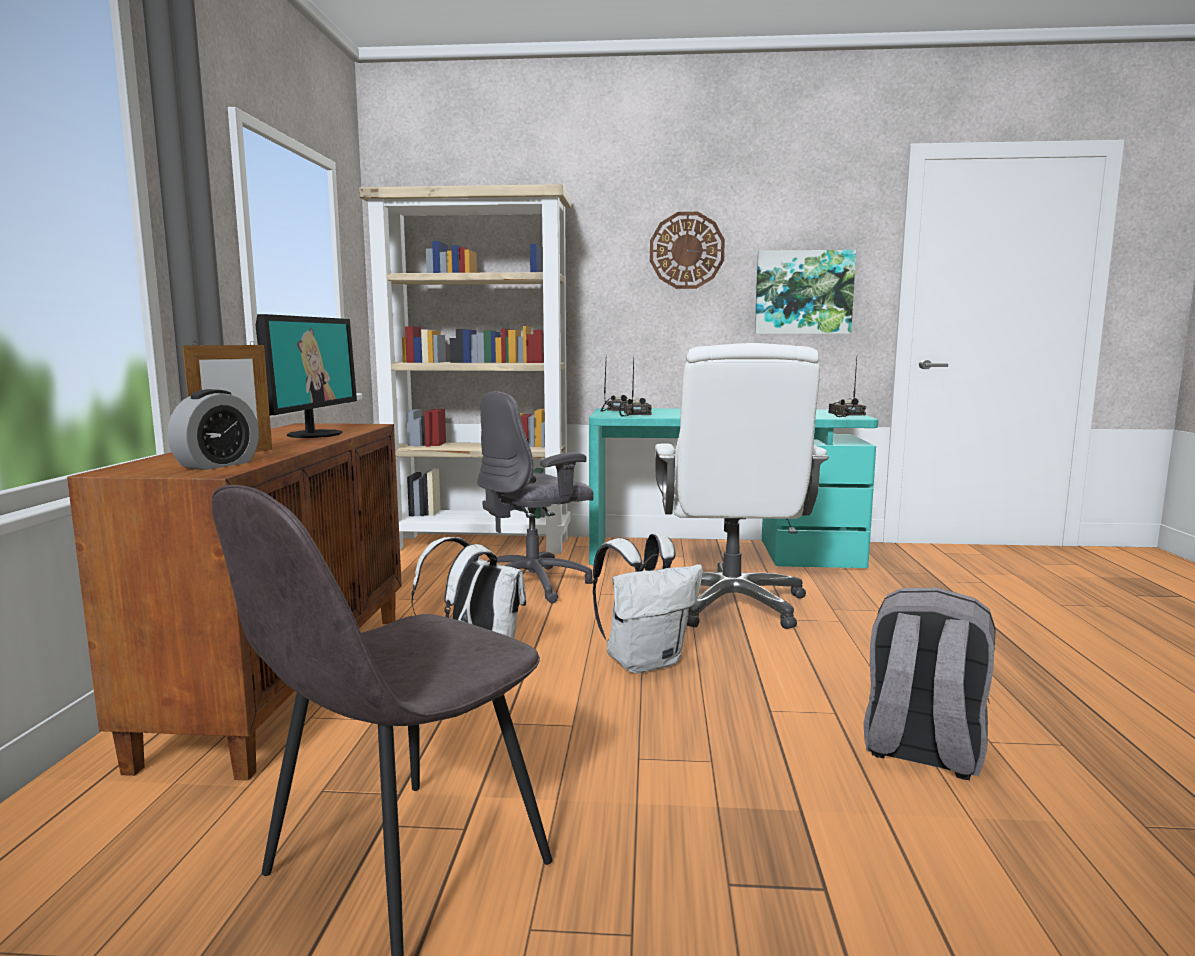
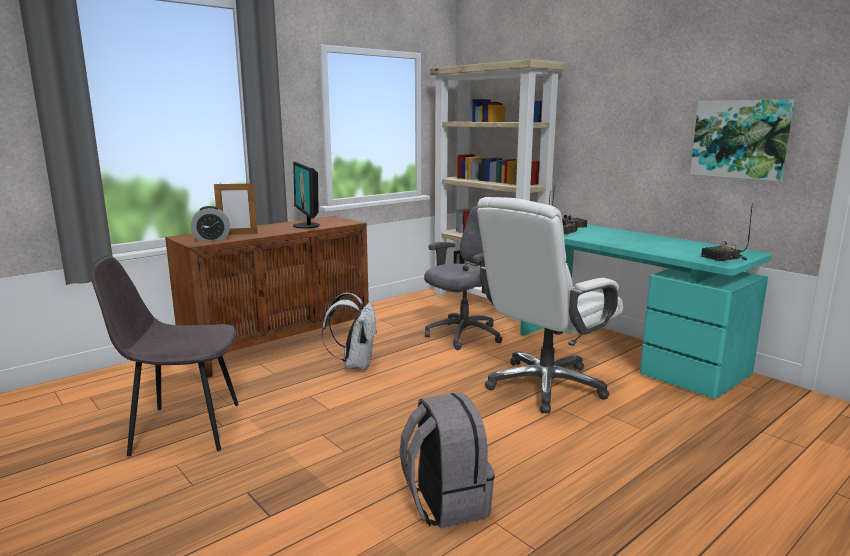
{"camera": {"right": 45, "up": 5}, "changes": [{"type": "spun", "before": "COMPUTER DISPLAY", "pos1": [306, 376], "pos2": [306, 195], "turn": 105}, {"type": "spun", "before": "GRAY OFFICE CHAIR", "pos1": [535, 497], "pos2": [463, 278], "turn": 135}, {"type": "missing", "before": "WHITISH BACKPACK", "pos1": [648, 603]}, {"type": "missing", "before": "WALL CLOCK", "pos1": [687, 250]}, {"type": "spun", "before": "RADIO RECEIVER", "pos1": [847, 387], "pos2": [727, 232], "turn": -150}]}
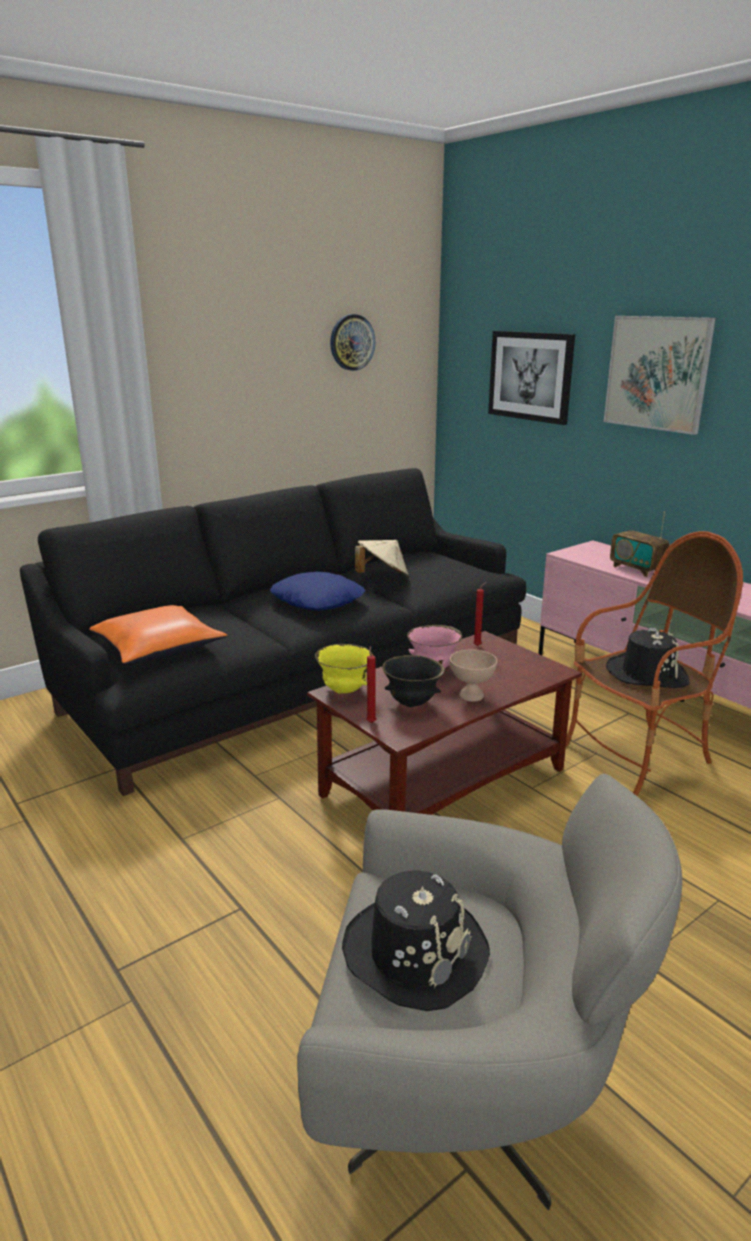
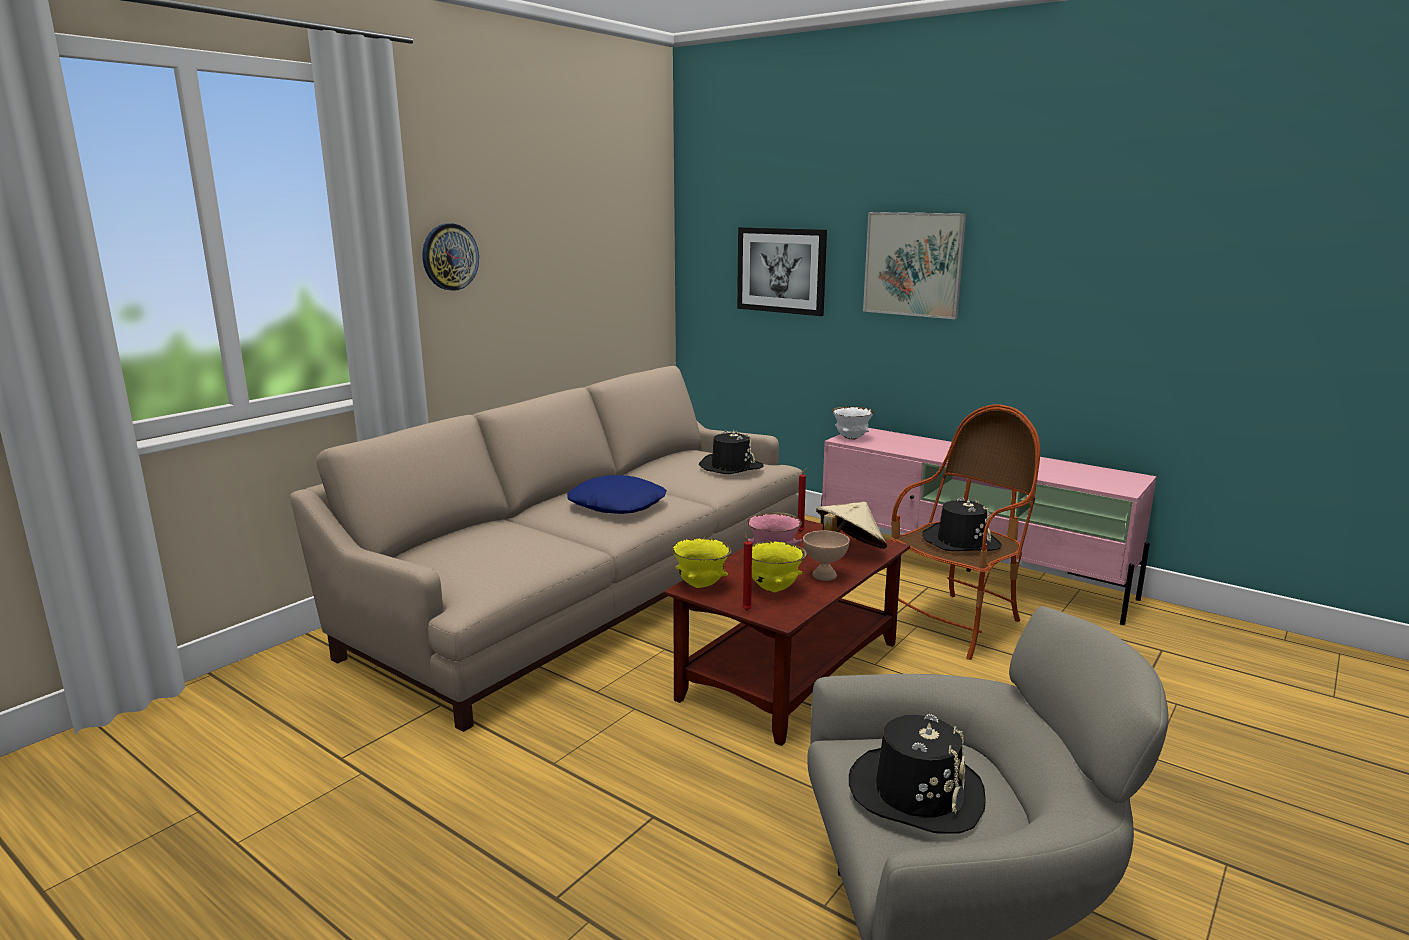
{"camera": {"right": -15, "up": -5}, "changes": [{"type": "colour", "before": "BLACK-COLOURED SETTEE", "after": "BEIGE SETTEE", "pos1": [273, 632], "pos2": [546, 549]}, {"type": "missing", "before": "ORANGE-COLOURED PILLOW", "pos1": [158, 634]}, {"type": "relocated", "before": "WALL CLOCK", "pos1": [352, 342], "pos2": [450, 257]}, {"type": "relocated", "before": "BEIGE WEARABLE HAT", "pos1": [382, 559], "pos2": [851, 525]}, {"type": "colour", "before": "BLACK-COLOURED DEEP DISH", "after": "YELLOW DEEP DISH", "pos1": [413, 681], "pos2": [779, 566]}, {"type": "missing", "before": "RADIO RECEIVER", "pos1": [640, 544]}, {"type": "appeared", "after": "BLACK-COLOURED WEARABLE HAT", "pos2": [731, 452]}, {"type": "appeared", "after": "WHITISH DEEP DISH", "pos2": [853, 423]}]}
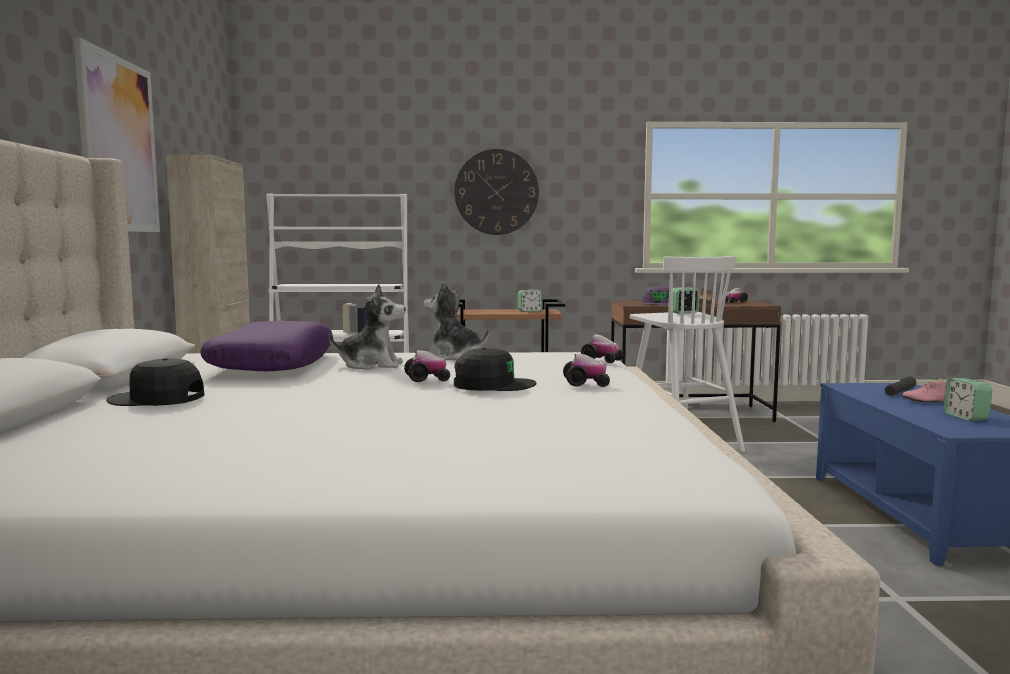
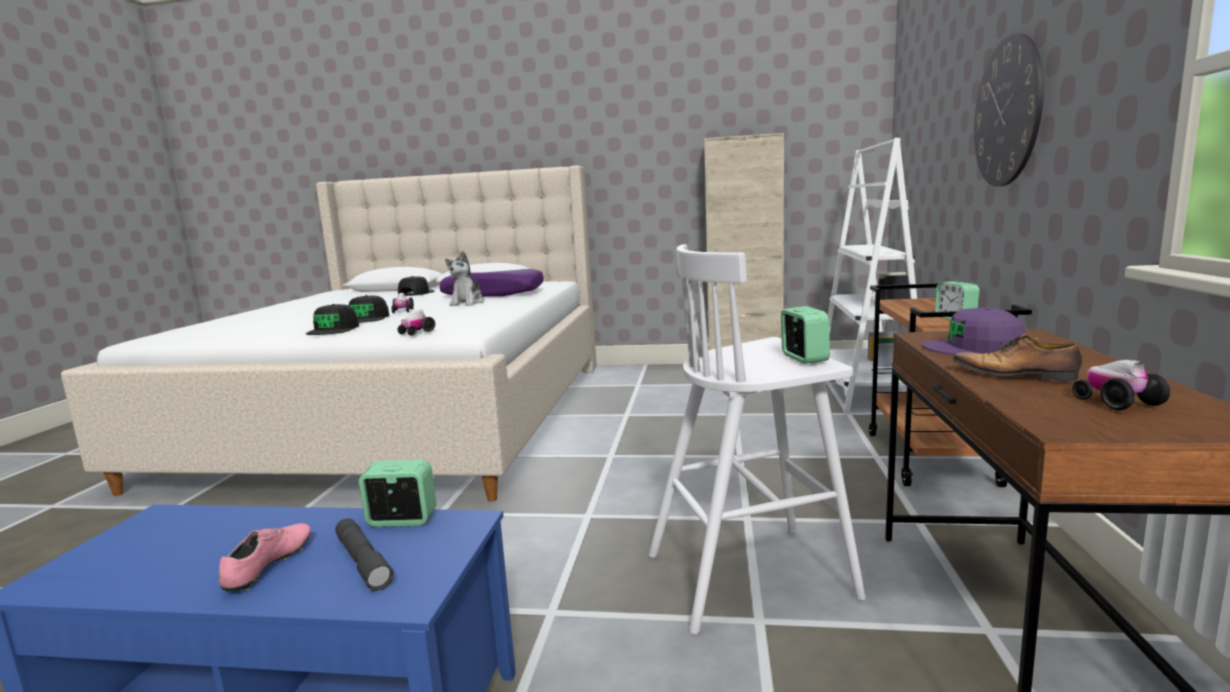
{"camera": {"right": 100, "up": 5}, "changes": [{"type": "missing", "before": "PICTURE", "pos1": [117, 134]}, {"type": "missing", "before": "SOFT TOY", "pos1": [456, 320]}, {"type": "exchanged", "before": "TOY CAR", "after": "BLACK-COLOURED PEAKED CAP", "pos1": [586, 370], "pos2": [332, 319]}, {"type": "relocated", "before": "TABLE CLOCK", "pos1": [967, 399], "pos2": [397, 493]}]}
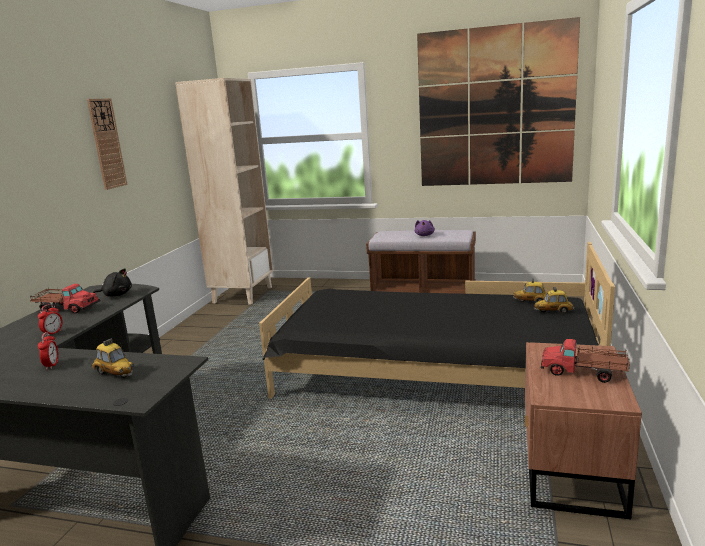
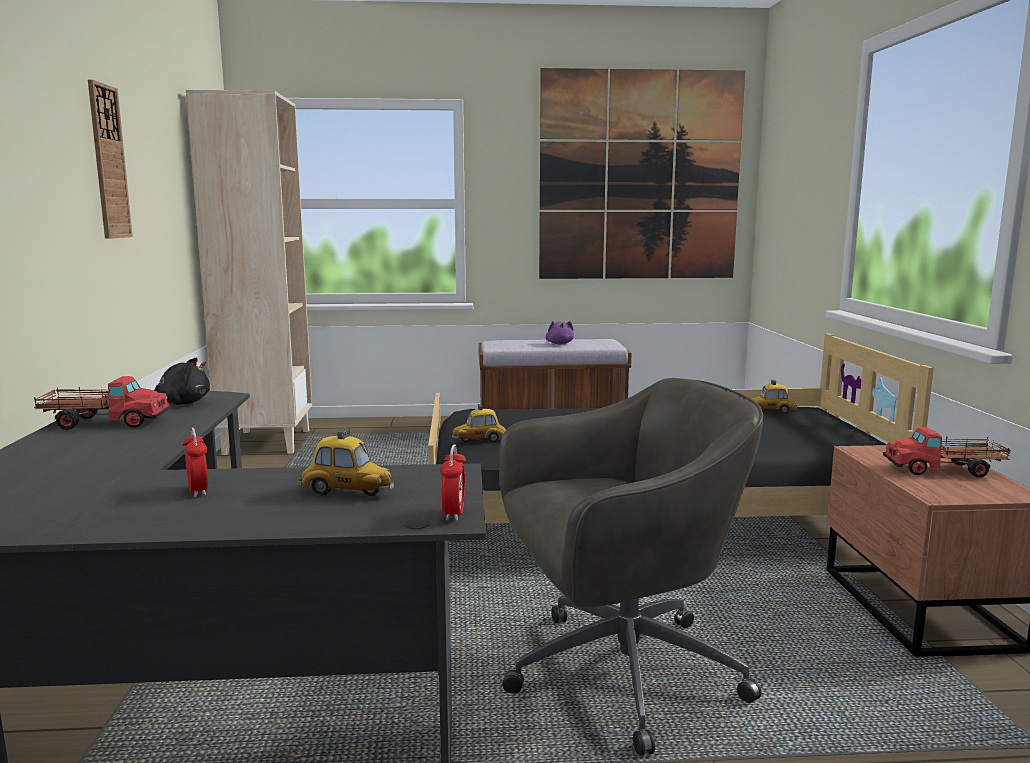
{"camera": {"right": -20, "up": -5}, "changes": [{"type": "relocated", "before": "TABLE CLOCK", "pos1": [50, 320], "pos2": [453, 482]}, {"type": "relocated", "before": "TOY CAR", "pos1": [554, 300], "pos2": [479, 423]}, {"type": "appeared", "after": "GRAY OFFICE CHAIR", "pos2": [631, 567]}]}
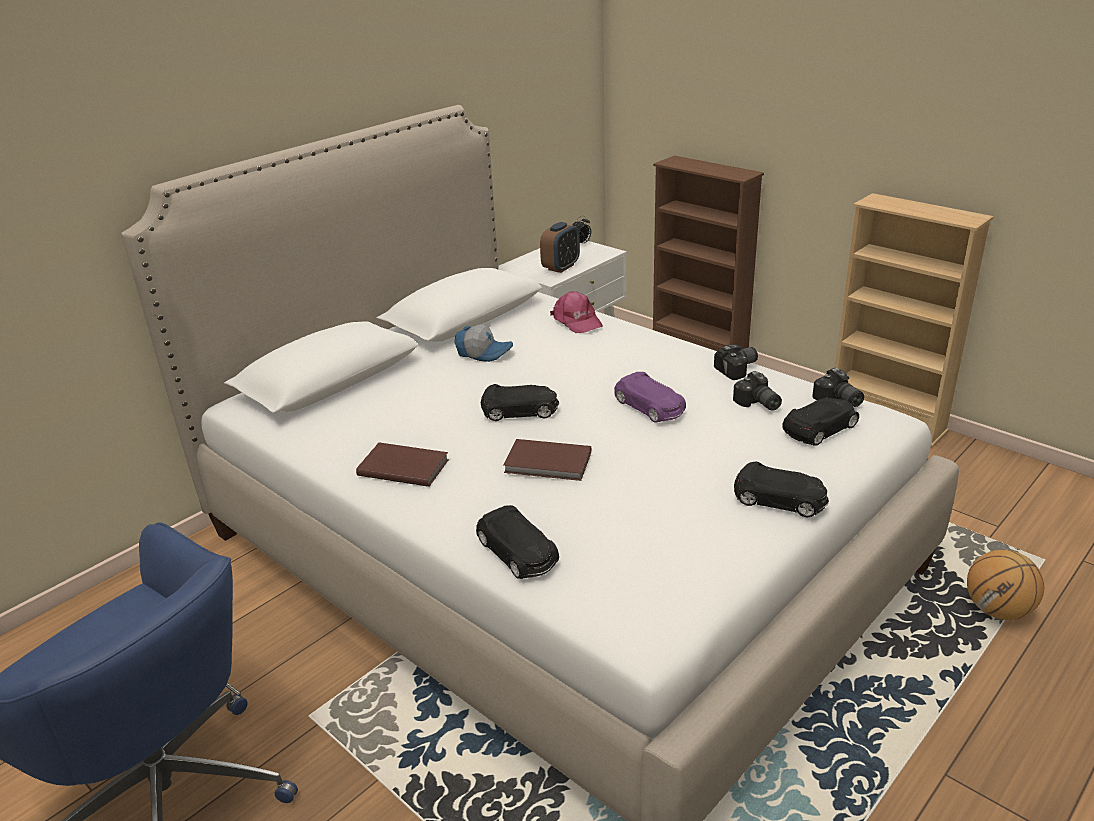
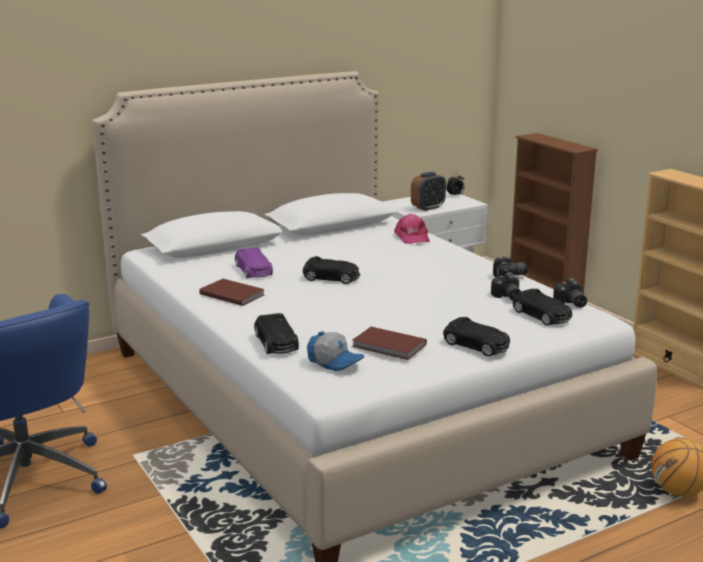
{"camera": {"right": 15, "up": -10}, "changes": [{"type": "relocated", "before": "PEAKED CAP", "pos1": [483, 343], "pos2": [335, 351]}, {"type": "relocated", "before": "BROWNISH BOOK", "pos1": [547, 460], "pos2": [389, 343]}, {"type": "relocated", "before": "PURPLE TOY CAR", "pos1": [650, 397], "pos2": [254, 262]}, {"type": "spun", "before": "BLACK-COLOURED TOY CAR", "pos1": [820, 422], "pos2": [542, 307], "turn": 75}]}
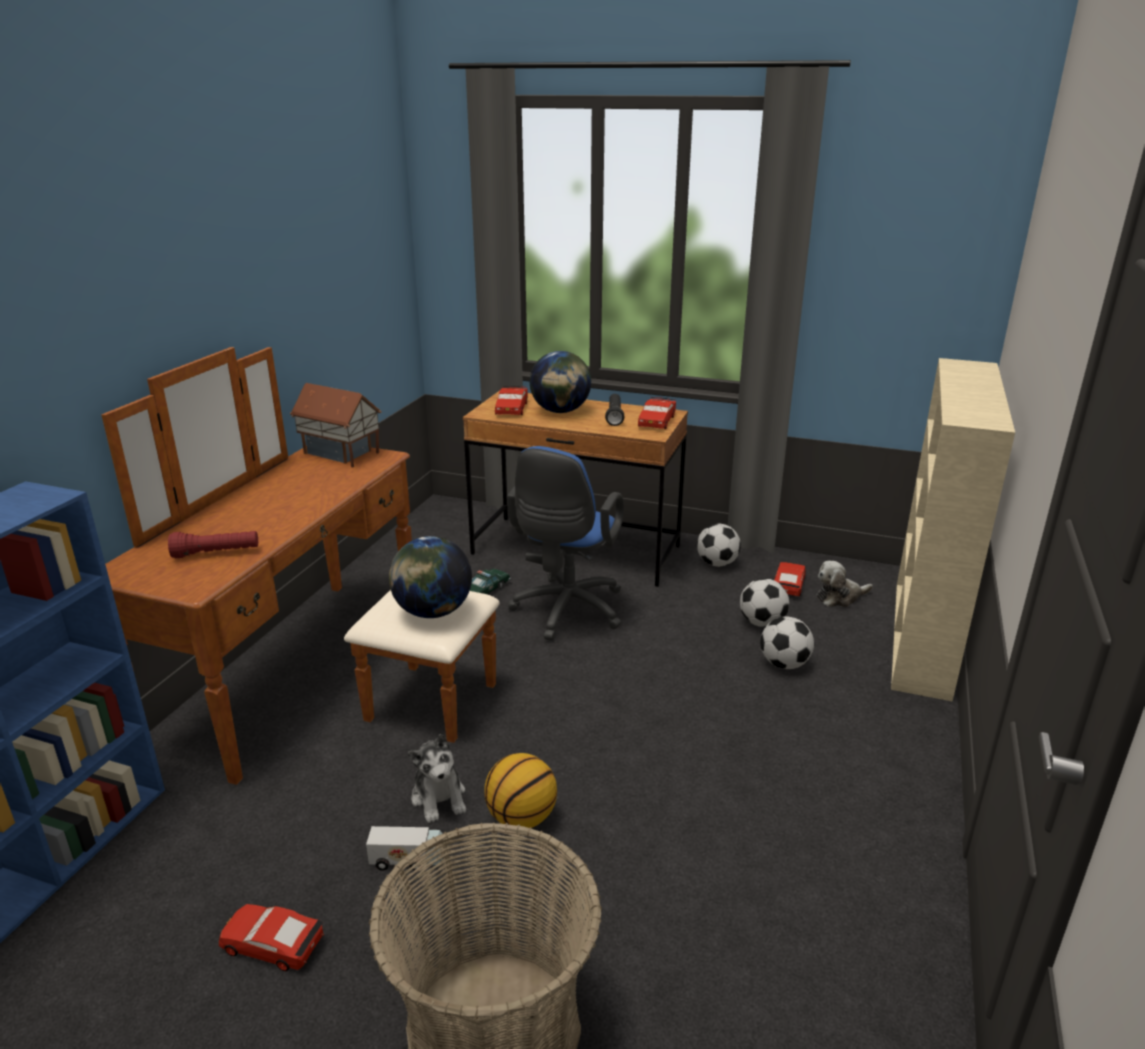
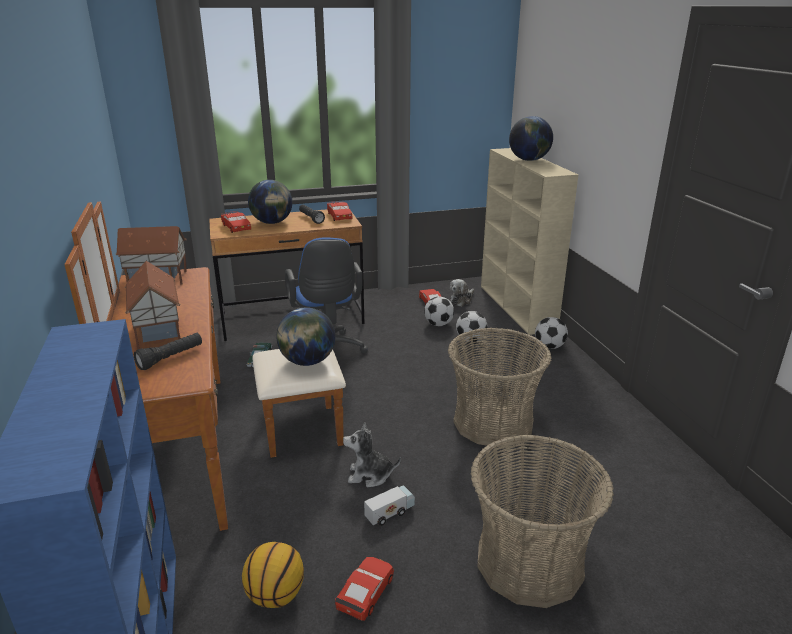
{"camera": {"right": -35, "up": 0}, "changes": [{"type": "colour", "before": "REDDISH FLASHLIGHT", "after": "BLACK-COLOURED FLASHLIGHT", "pos1": [213, 544], "pos2": [168, 351]}, {"type": "spun", "before": "REDDISH TOY CAR", "pos1": [271, 937], "pos2": [364, 588], "turn": 135}, {"type": "spun", "before": "SOFT TOY", "pos1": [437, 778], "pos2": [372, 455], "turn": 150}, {"type": "relocated", "before": "BASKETBALL", "pos1": [520, 790], "pos2": [273, 575]}, {"type": "relocated", "before": "FOOTBALL BALL", "pos1": [719, 545], "pos2": [551, 333]}, {"type": "appeared", "after": "MODEL HOUSE", "pos2": [153, 305]}, {"type": "appeared", "after": "STORAGE BASKET", "pos2": [500, 388]}, {"type": "appeared", "after": "GLOBE", "pos2": [531, 138]}]}
